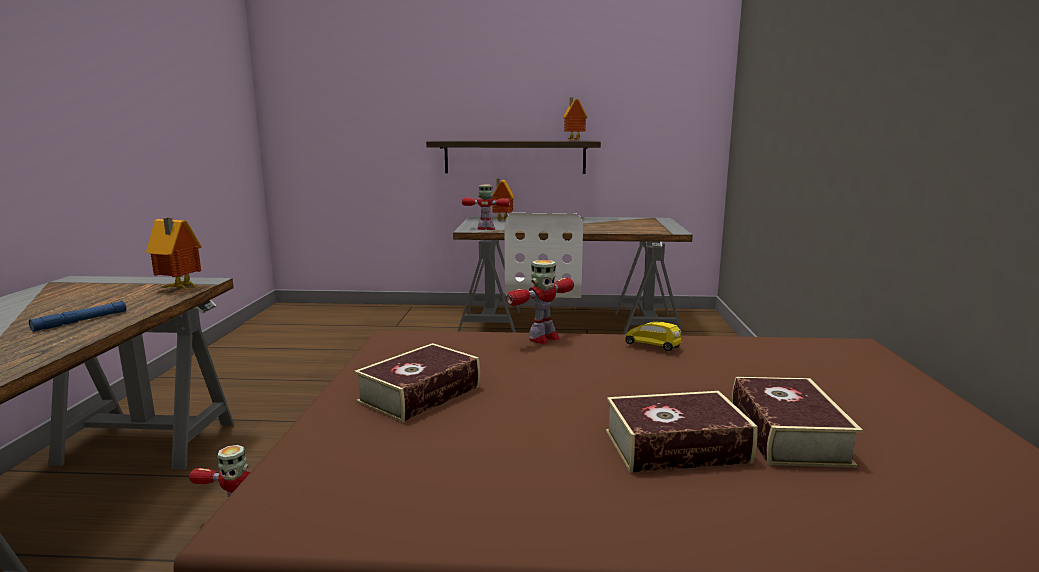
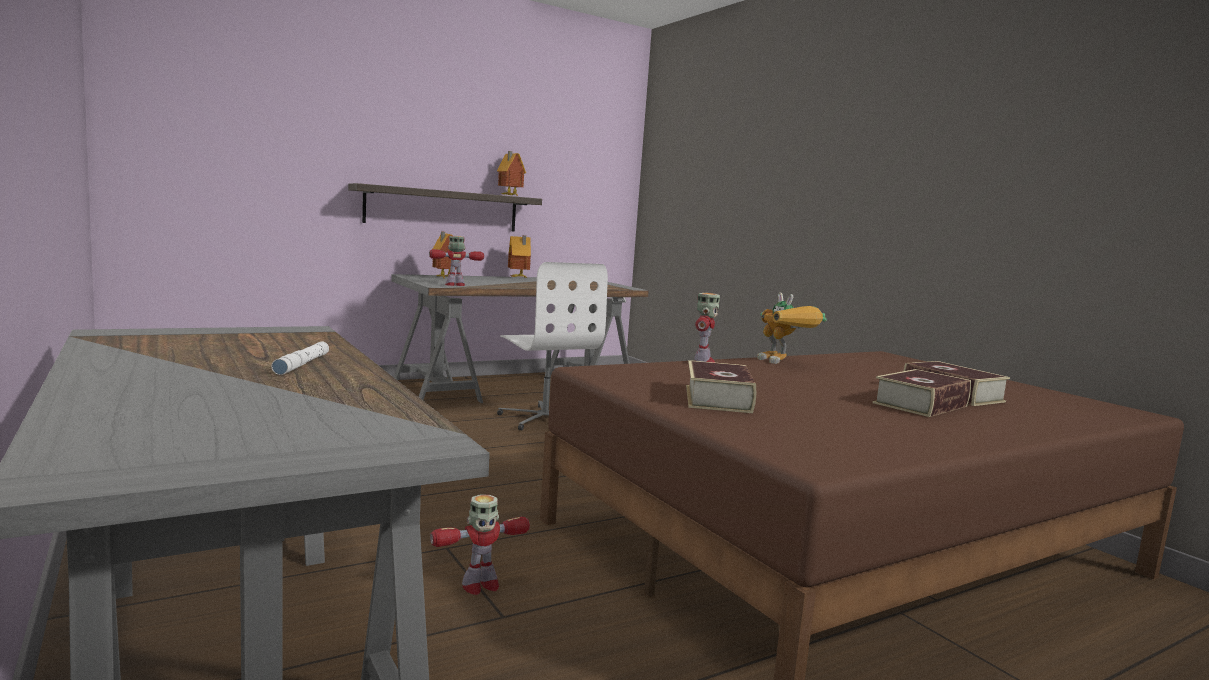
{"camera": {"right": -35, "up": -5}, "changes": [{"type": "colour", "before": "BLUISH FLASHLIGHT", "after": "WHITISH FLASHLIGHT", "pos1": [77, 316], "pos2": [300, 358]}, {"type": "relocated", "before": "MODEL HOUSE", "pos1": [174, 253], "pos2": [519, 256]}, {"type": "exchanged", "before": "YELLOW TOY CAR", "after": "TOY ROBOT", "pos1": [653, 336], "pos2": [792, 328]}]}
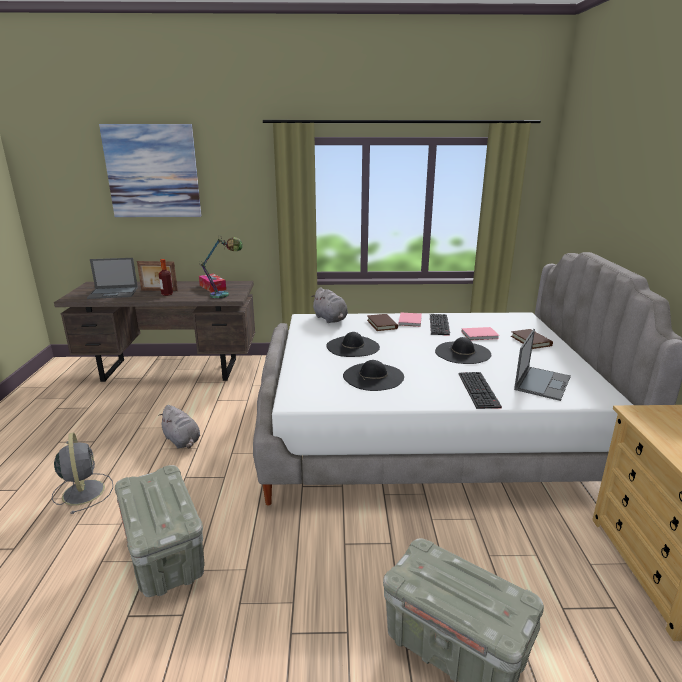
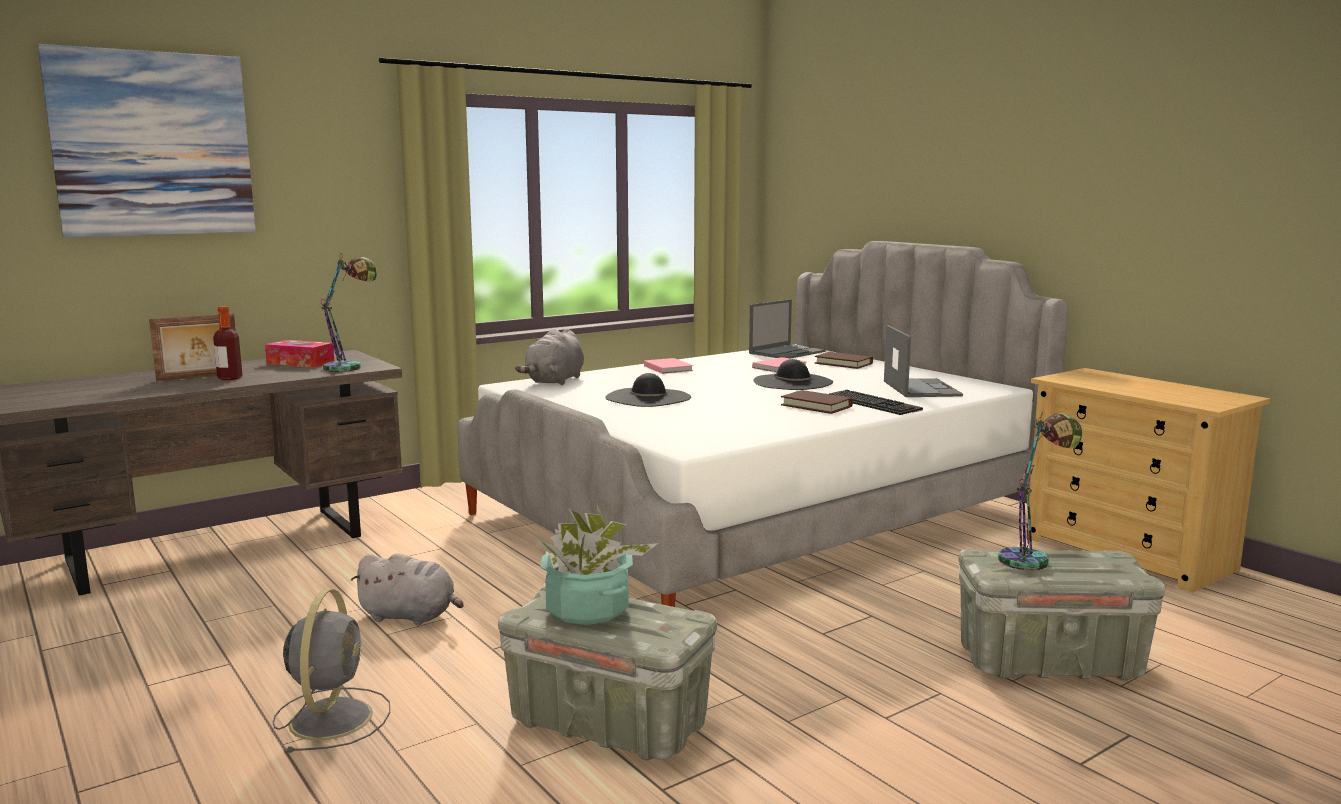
{"camera": {"right": -35, "up": -10}, "changes": [{"type": "spun", "before": "GRAY ELECTRIC FAN", "pos1": [82, 473], "pos2": [331, 671], "turn": 60}, {"type": "relocated", "before": "LAPTOP", "pos1": [112, 278], "pos2": [787, 329]}, {"type": "spun", "before": "GRAY SOFT TOY", "pos1": [329, 305], "pos2": [549, 357], "turn": 90}, {"type": "missing", "before": "BLACK-COLOURED WEARABLE HAT", "pos1": [373, 375]}, {"type": "relocated", "before": "BROWNISH BOOK", "pos1": [382, 322], "pos2": [817, 402]}, {"type": "missing", "before": "KEYBOARD", "pos1": [440, 325]}, {"type": "appeared", "after": "HOUSEPLANT", "pos2": [596, 565]}, {"type": "appeared", "after": "TABLE LAMP", "pos2": [1040, 490]}]}
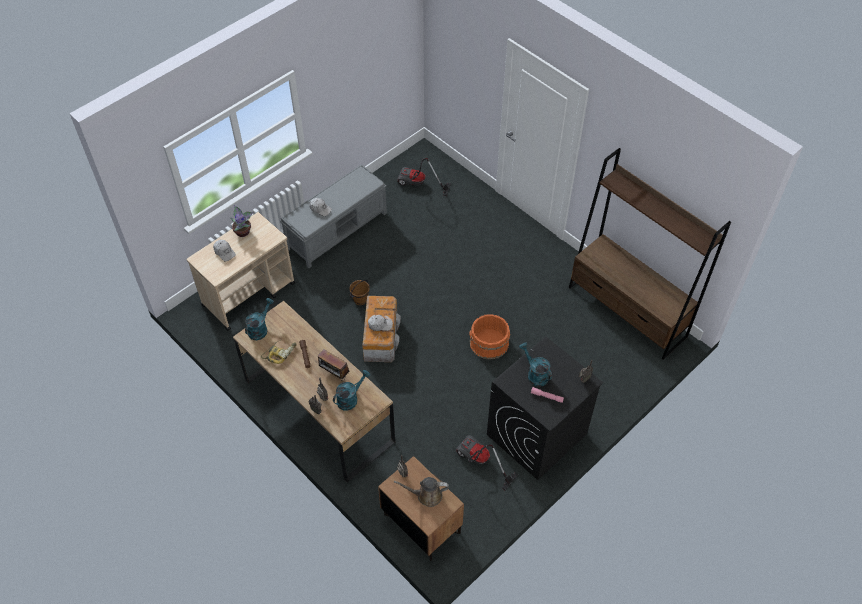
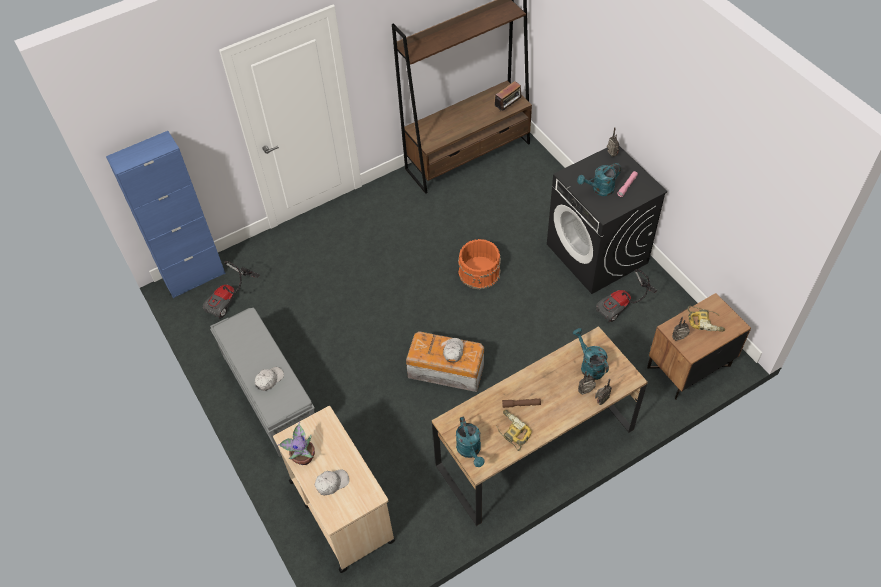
{"camera": {"right": -75, "up": 0}, "changes": [{"type": "spun", "before": "BLUE-GREEN WATERING POT", "pos1": [259, 319], "pos2": [470, 442], "turn": -150}, {"type": "relocated", "before": "RADIO RECEIVER", "pos1": [333, 365], "pos2": [508, 96]}, {"type": "missing", "before": "BROWNISH WATER BUCKET", "pos1": [359, 292]}, {"type": "exchanged", "before": "BROWNISH WATERING POT", "after": "ELECTRIC DRILL", "pos1": [421, 492], "pos2": [706, 319]}, {"type": "appeared", "after": "BLUISH STORAGE CABINET", "pos2": [166, 214]}]}
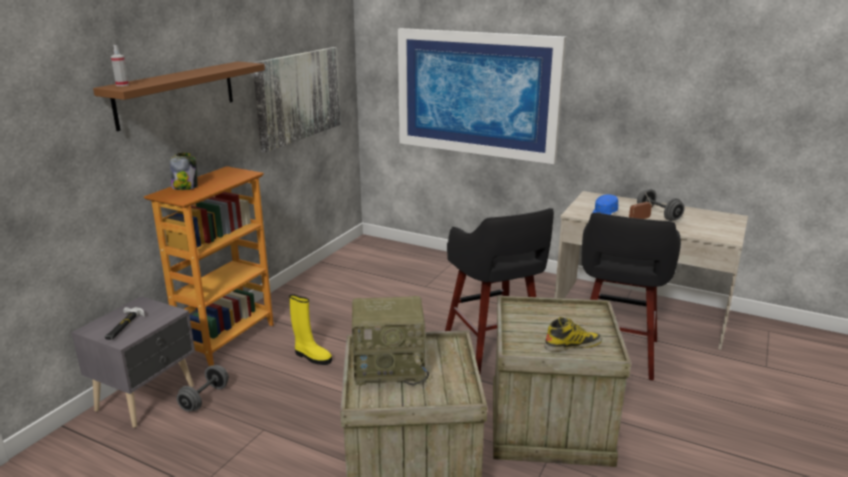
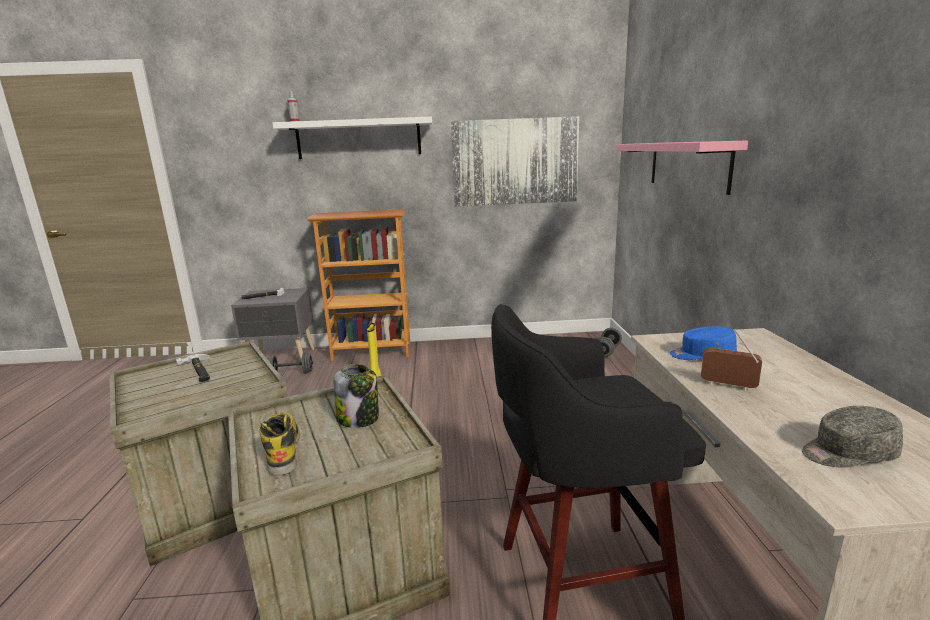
{"camera": {"right": 60, "up": -5}, "changes": [{"type": "colour", "before": "BROWNISH BRACKET SHELF", "after": "WHITISH BRACKET SHELF", "pos1": [179, 96], "pos2": [352, 138]}, {"type": "relocated", "before": "STORAGE JAR", "pos1": [184, 171], "pos2": [356, 396]}, {"type": "exchanged", "before": "RADIO RECEIVER", "after": "TOOL HAMMER", "pos1": [390, 341], "pos2": [193, 368]}, {"type": "exchanged", "before": "PICTURE", "after": "PINKISH BRACKET SHELF", "pos1": [482, 96], "pos2": [682, 167]}, {"type": "missing", "before": "BLACK-COLOURED STOOL", "pos1": [499, 291]}, {"type": "spun", "before": "HIGH-TOP BOOT", "pos1": [573, 334], "pos2": [279, 443], "turn": -150}, {"type": "relocated", "before": "GRAY FREE WEIGHT", "pos1": [661, 205], "pos2": [610, 342]}, {"type": "appeared", "after": "GRAY PEAKED CAP", "pos2": [852, 437]}]}
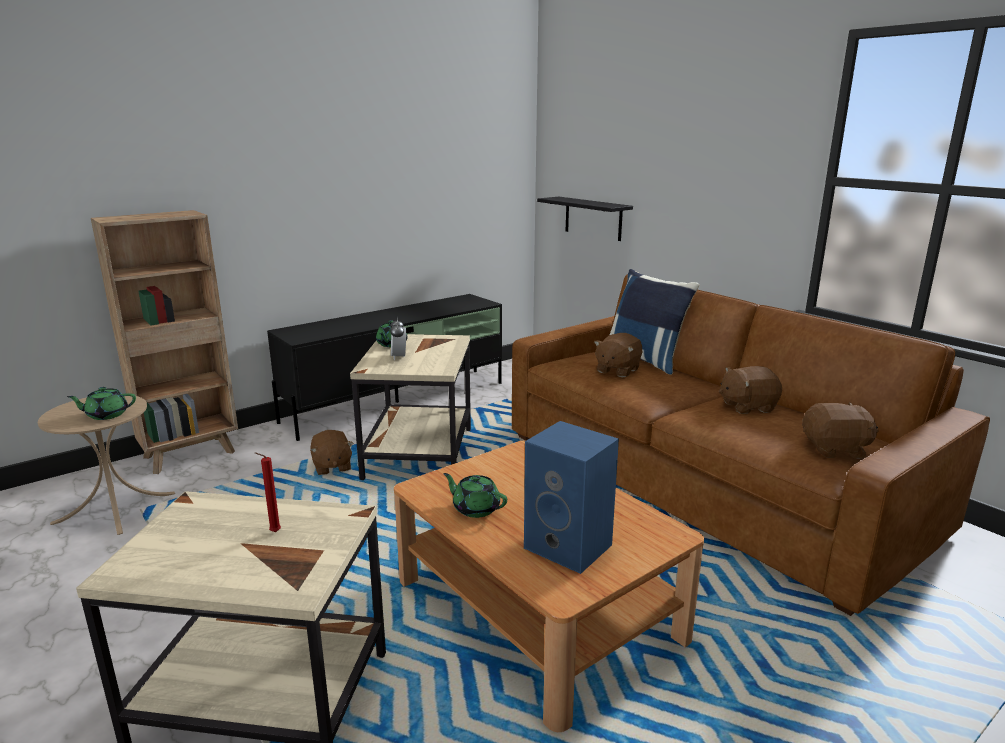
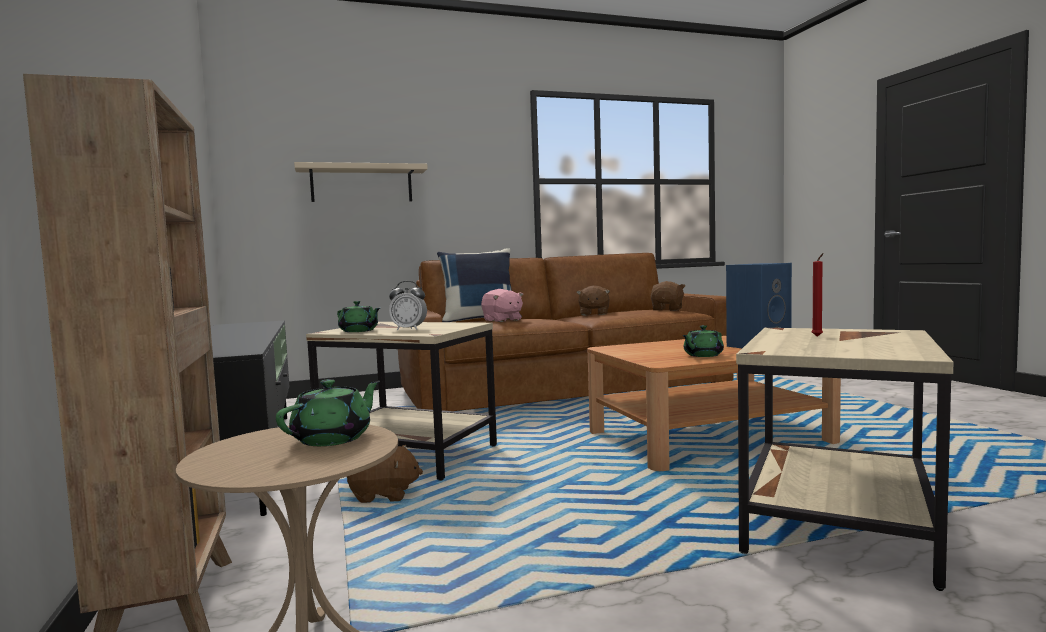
{"camera": {"right": -70, "up": -15}, "changes": [{"type": "spun", "before": "GREEN-COLOURED POT FOR TEA", "pos1": [101, 403], "pos2": [328, 412], "turn": -150}, {"type": "missing", "before": "BLACK-COLOURED BRACKET SHELF", "pos1": [585, 219]}, {"type": "colour", "before": "BROWNISH SOFT TOY", "after": "PINKISH SOFT TOY", "pos1": [618, 355], "pos2": [502, 305]}, {"type": "appeared", "after": "BEIGE BRACKET SHELF", "pos2": [361, 182]}]}
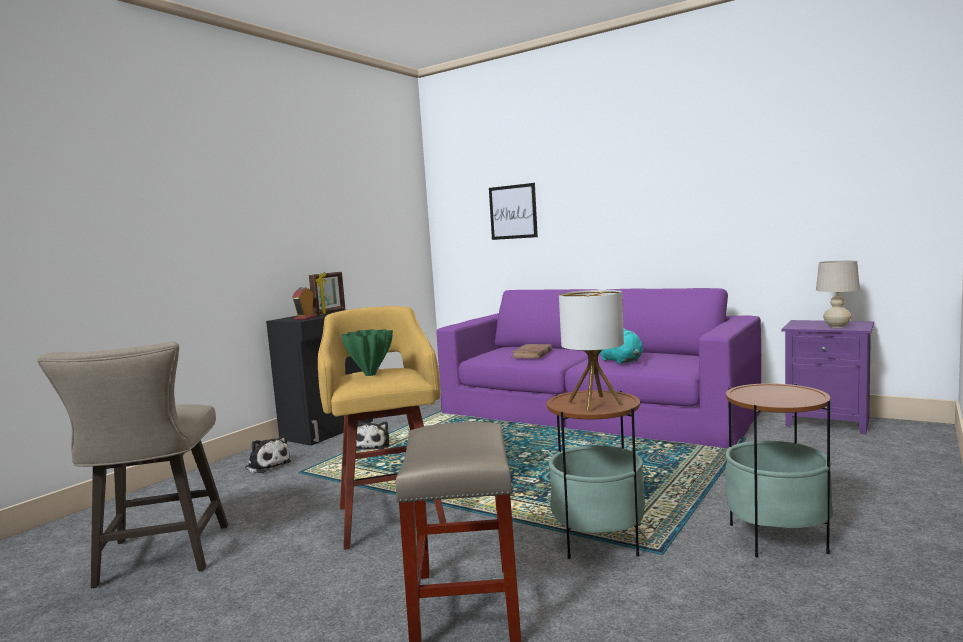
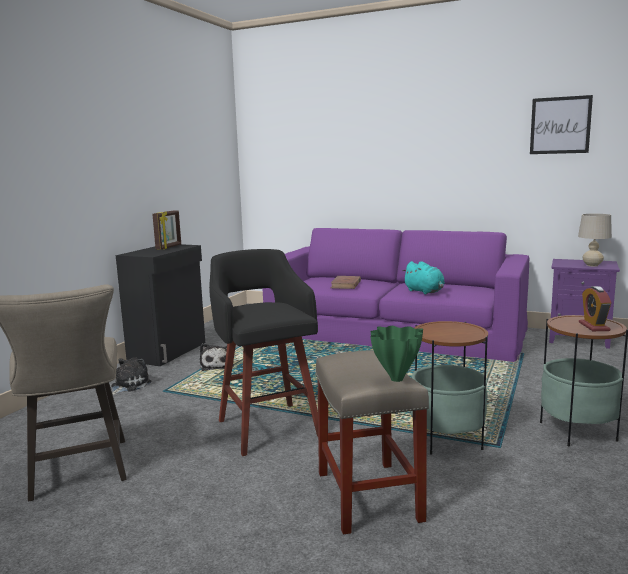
{"camera": {"right": -10, "up": 5}, "changes": [{"type": "spun", "before": "SOFT TOY", "pos1": [268, 454], "pos2": [131, 376], "turn": -90}, {"type": "relocated", "before": "TABLE CLOCK", "pos1": [304, 303], "pos2": [595, 308]}, {"type": "colour", "before": "YELLOW STOOL", "after": "BLACK-COLOURED STOOL", "pos1": [382, 428], "pos2": [263, 352]}, {"type": "relocated", "before": "GREEN-COLOURED DECORATIVE VASE", "pos1": [367, 352], "pos2": [396, 354]}, {"type": "relocated", "before": "PICTURE", "pos1": [513, 211], "pos2": [561, 124]}, {"type": "missing", "before": "TABLE LAMP", "pos1": [591, 350]}]}
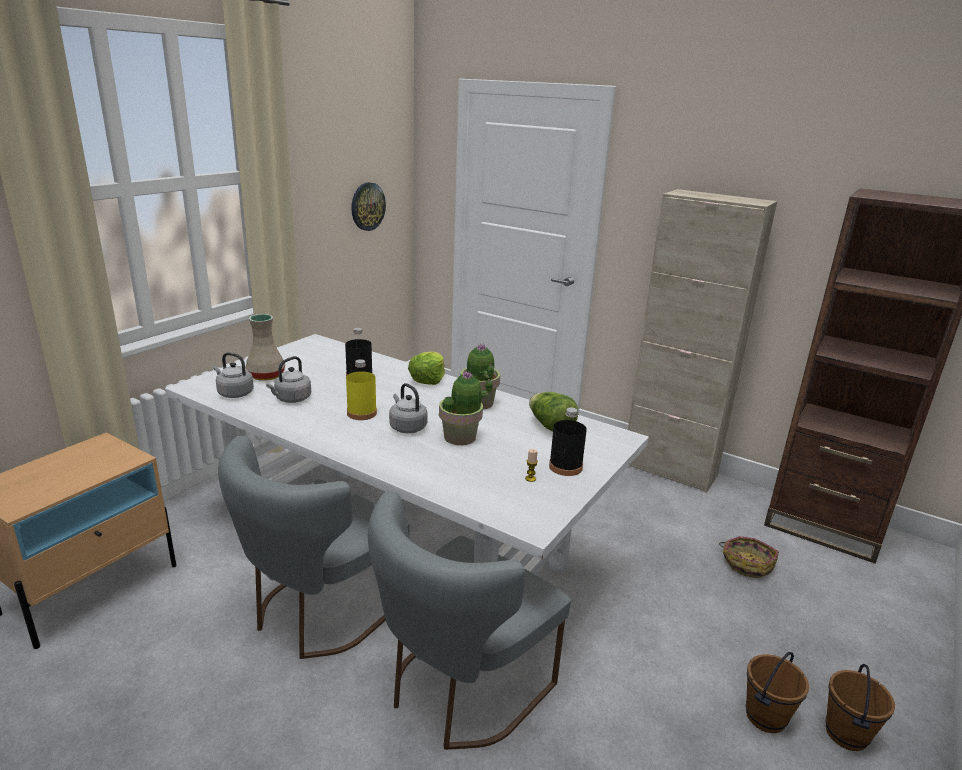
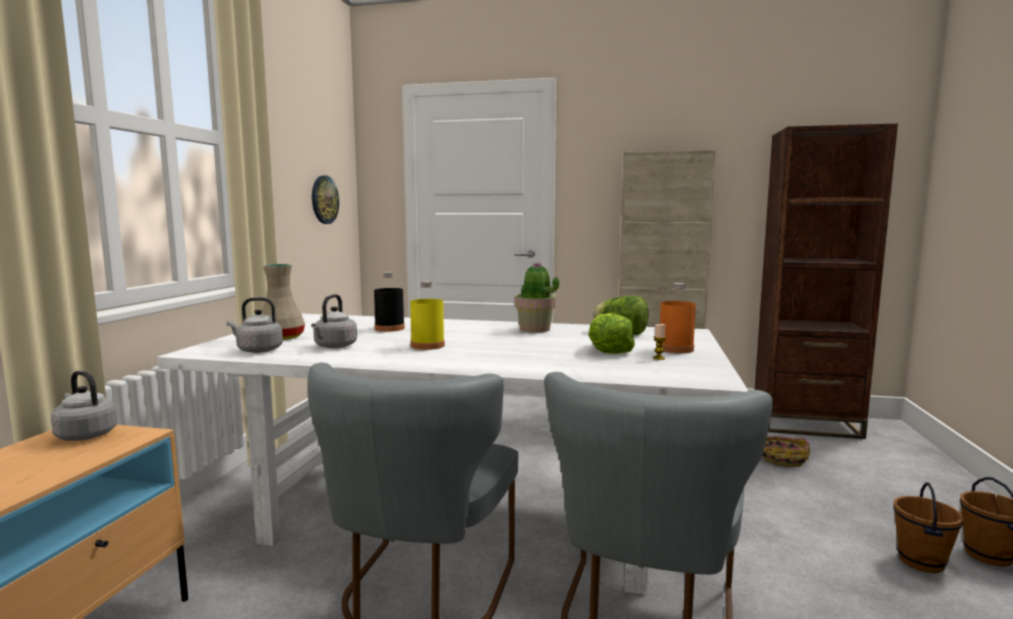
{"camera": {"right": -20, "up": -15}, "changes": [{"type": "relocated", "before": "GRAY KETTLE", "pos1": [408, 408], "pos2": [84, 406]}, {"type": "relocated", "before": "HEAD OF LETTUCE", "pos1": [426, 368], "pos2": [612, 333]}, {"type": "missing", "before": "HOUSEPLANT", "pos1": [466, 408]}, {"type": "colour", "before": "BLACK-COLOURED DRINK BOTTLE", "after": "ORANGE-COLOURED DRINK BOTTLE", "pos1": [568, 442], "pos2": [678, 318]}]}
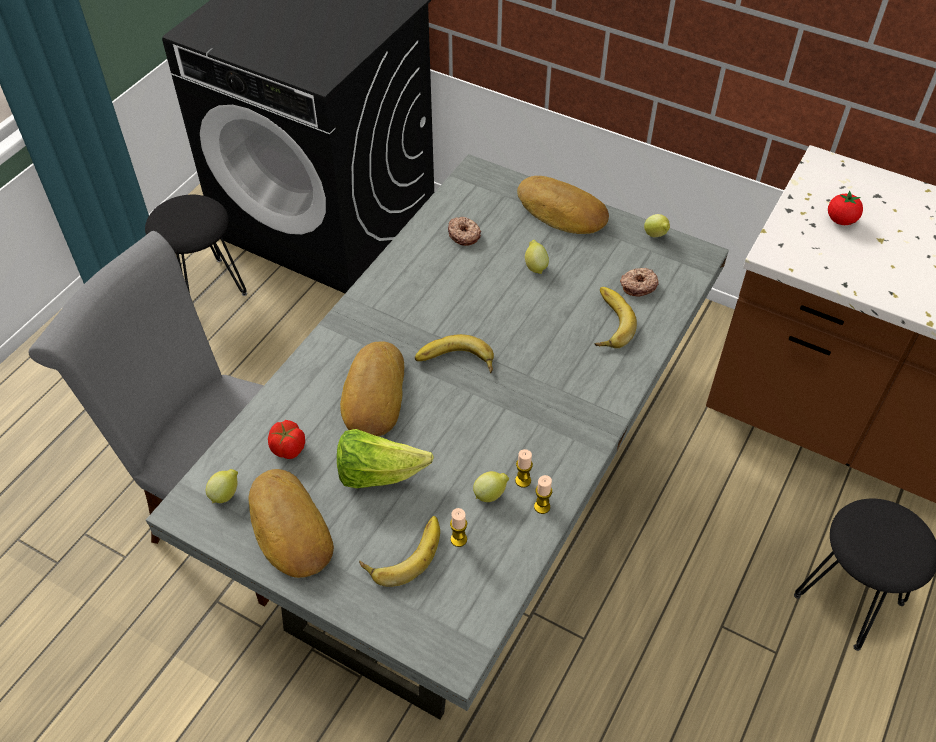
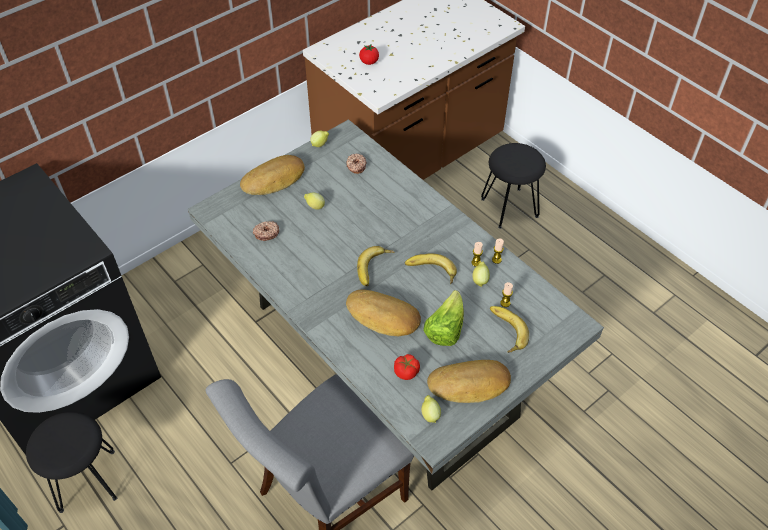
{"camera": {"right": -70, "up": 0}, "changes": [{"type": "relocated", "before": "BANANA", "pos1": [615, 317], "pos2": [431, 268]}]}
